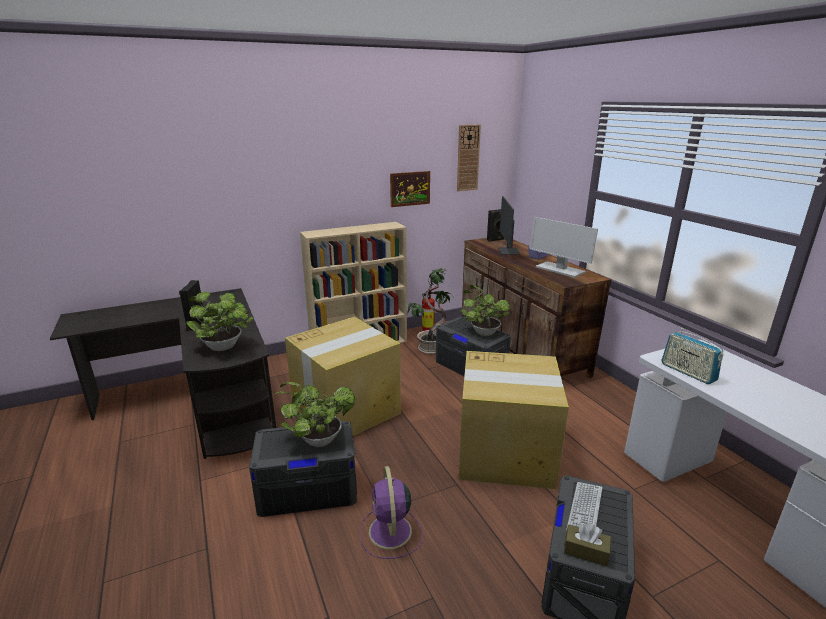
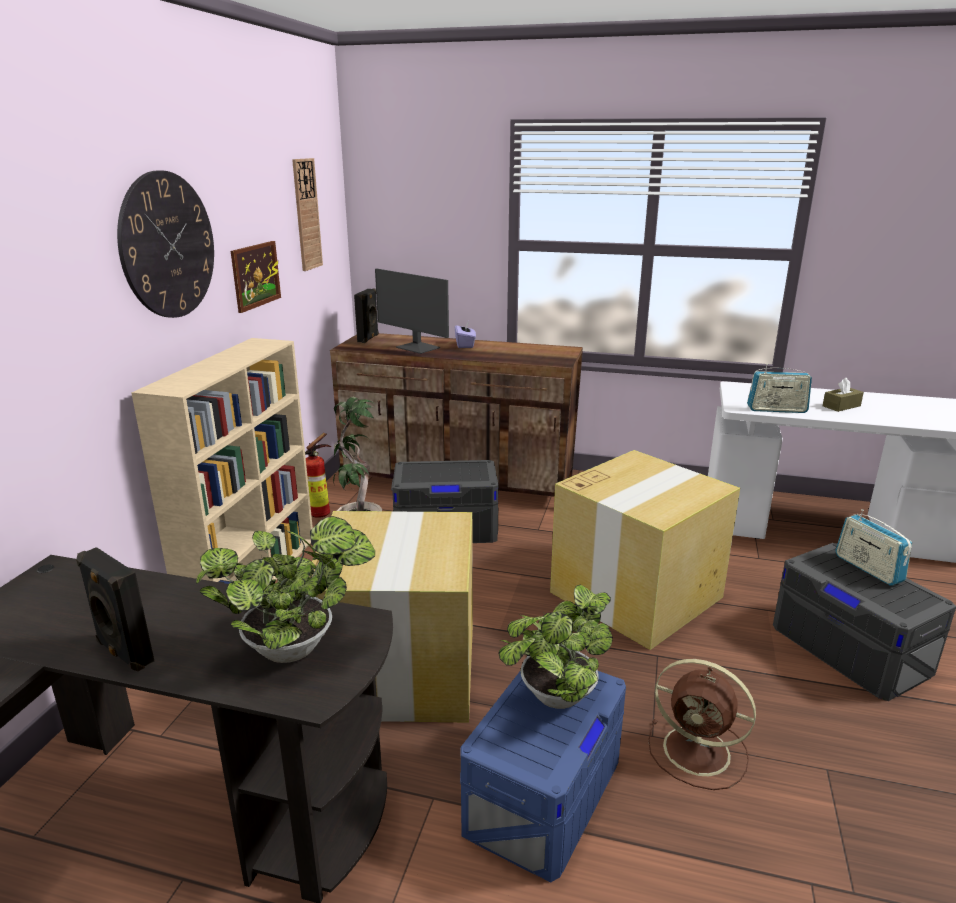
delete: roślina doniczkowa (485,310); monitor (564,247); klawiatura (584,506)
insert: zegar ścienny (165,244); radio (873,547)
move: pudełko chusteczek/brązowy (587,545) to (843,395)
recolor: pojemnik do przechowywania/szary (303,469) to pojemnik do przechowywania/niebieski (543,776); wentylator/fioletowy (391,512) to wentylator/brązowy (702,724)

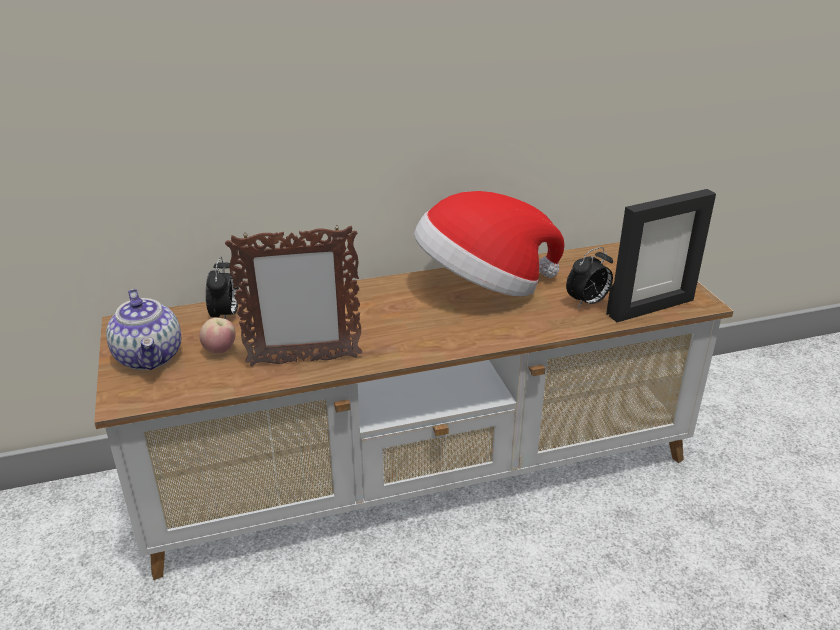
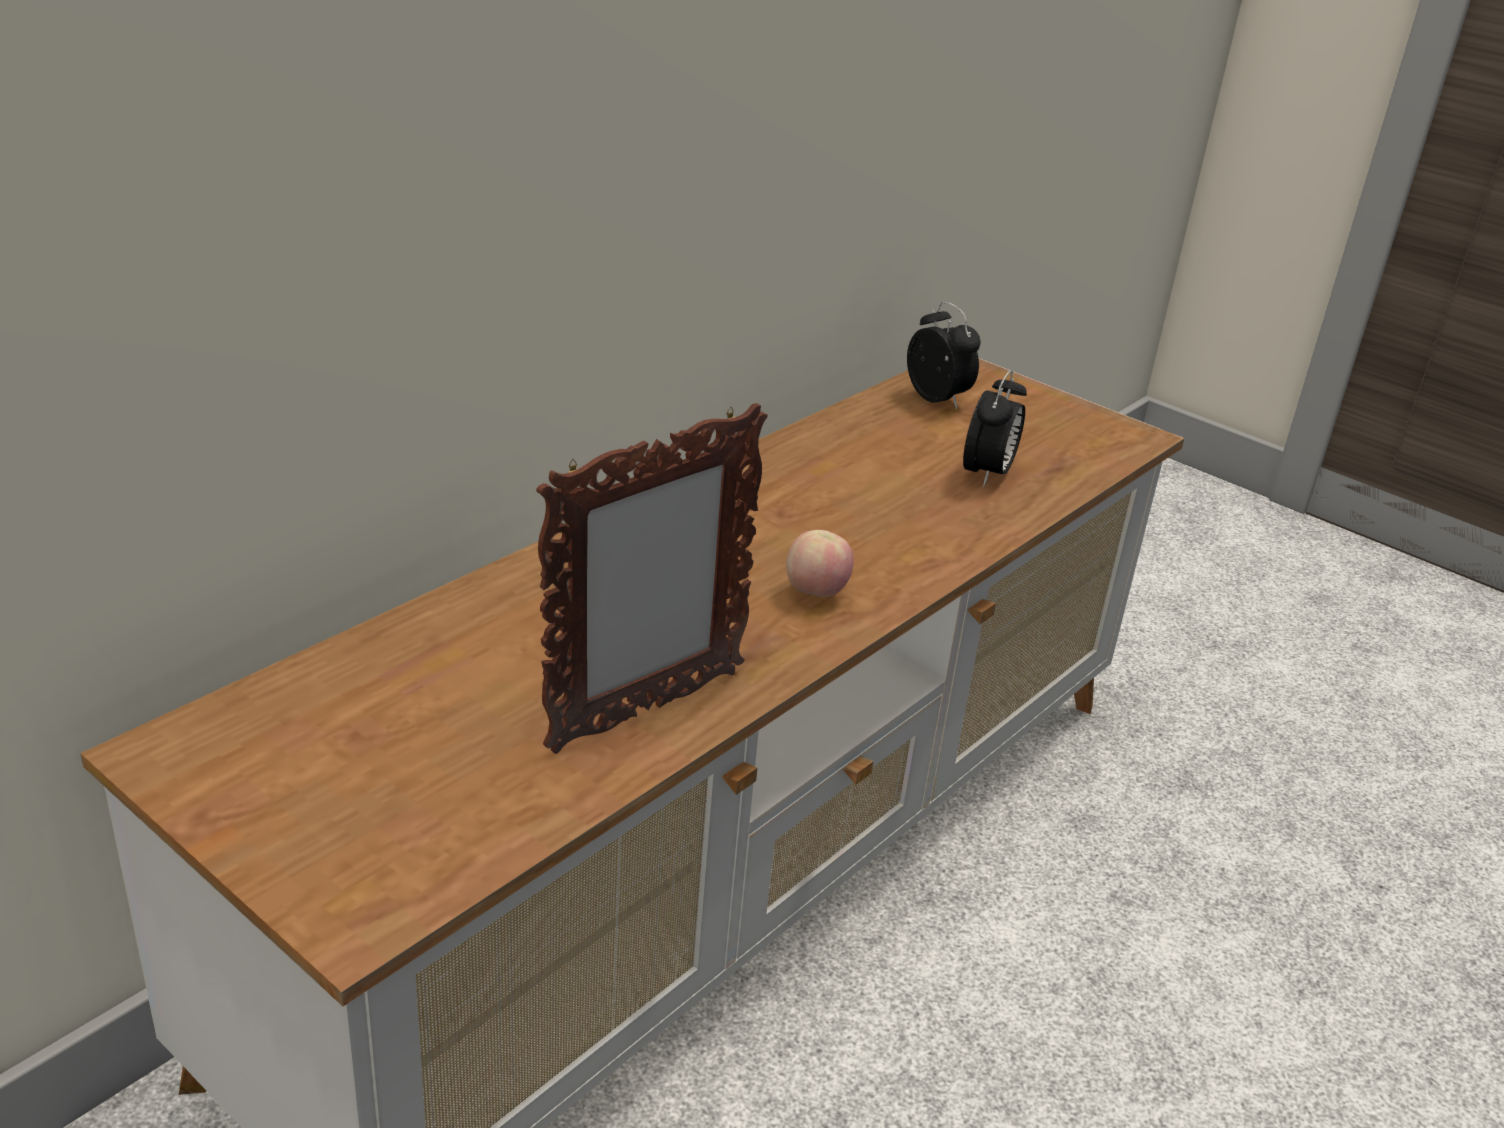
delete: imbryk (143,329); kapelusz (489,244); ramka na zdjęcie (661,255)
move: jabłko (217,335) to (820,563); budzik (222,288) to (944,355)

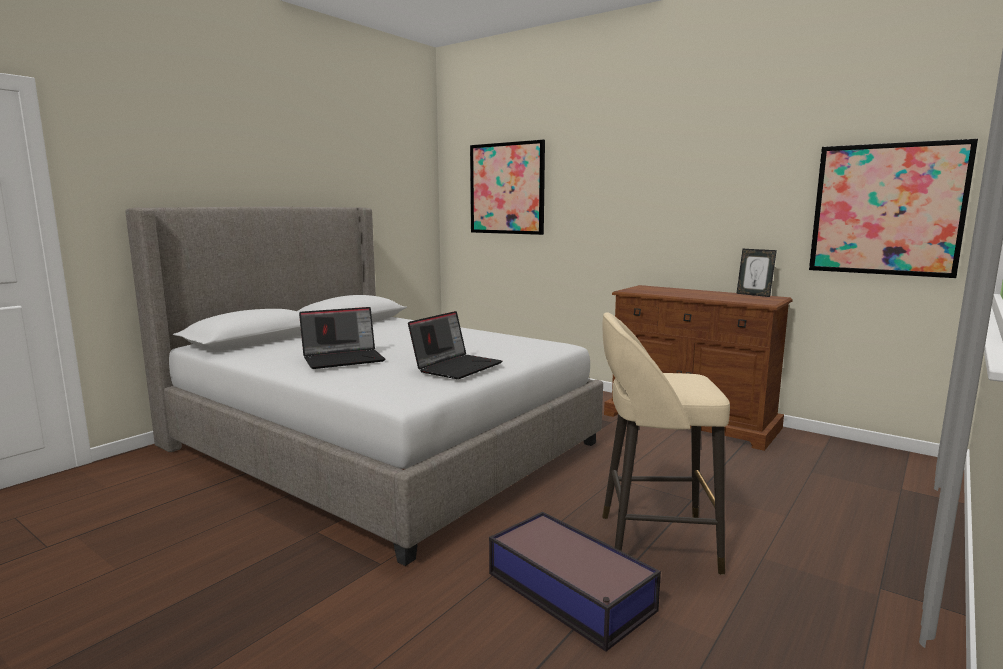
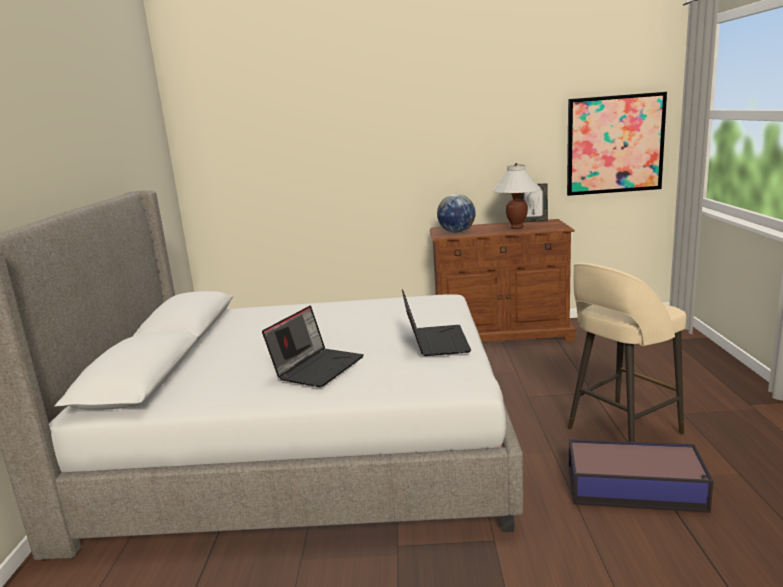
delete: obraz (507,187)
insert: globus (456,213); lampa stołowa/biały (516,196)

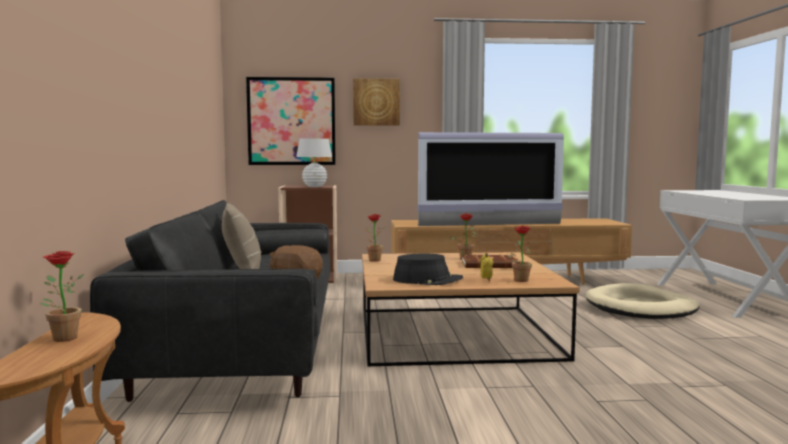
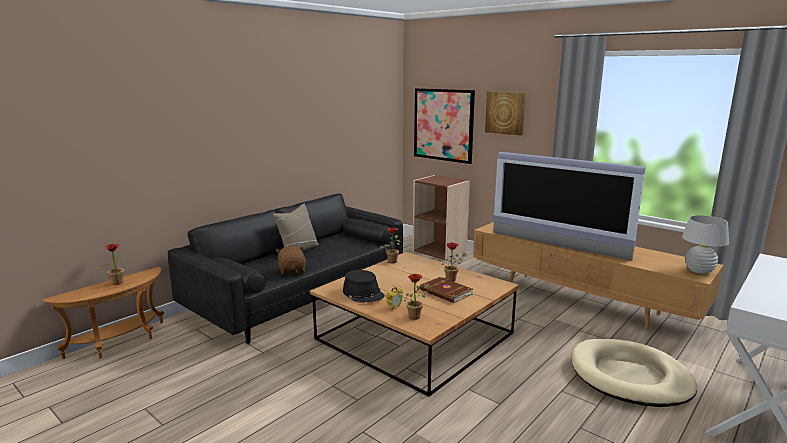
move: lampa stołowa/biały (314,162) to (705,244)

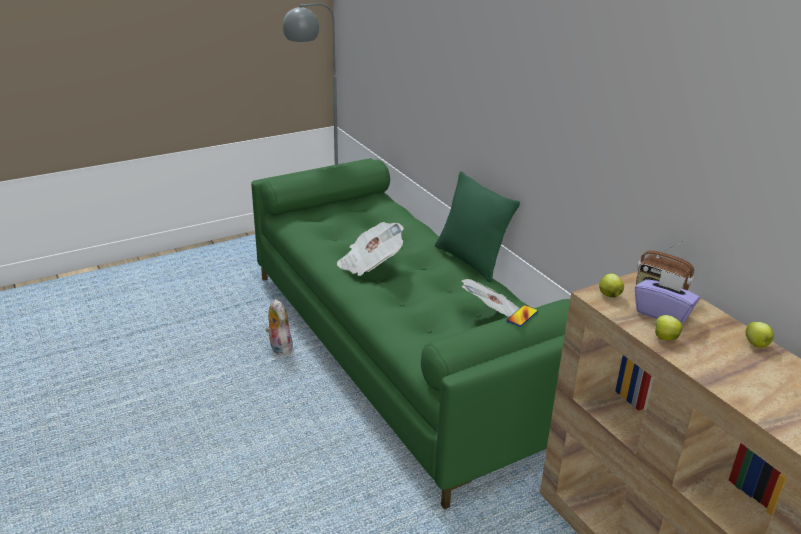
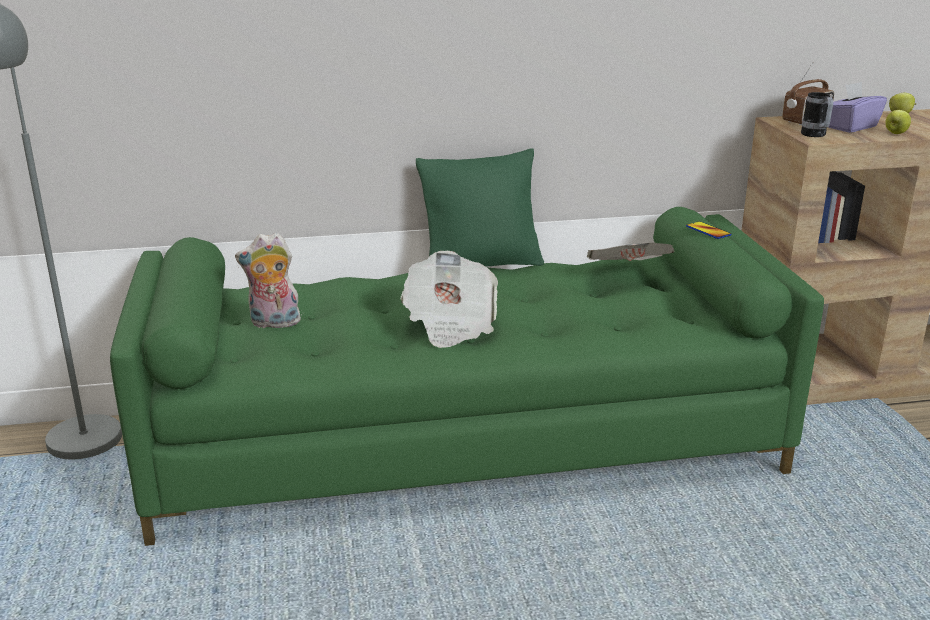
move: pluszak (279,327) to (268,280)
replace: jabłko (611,285) to kubek (817,114)

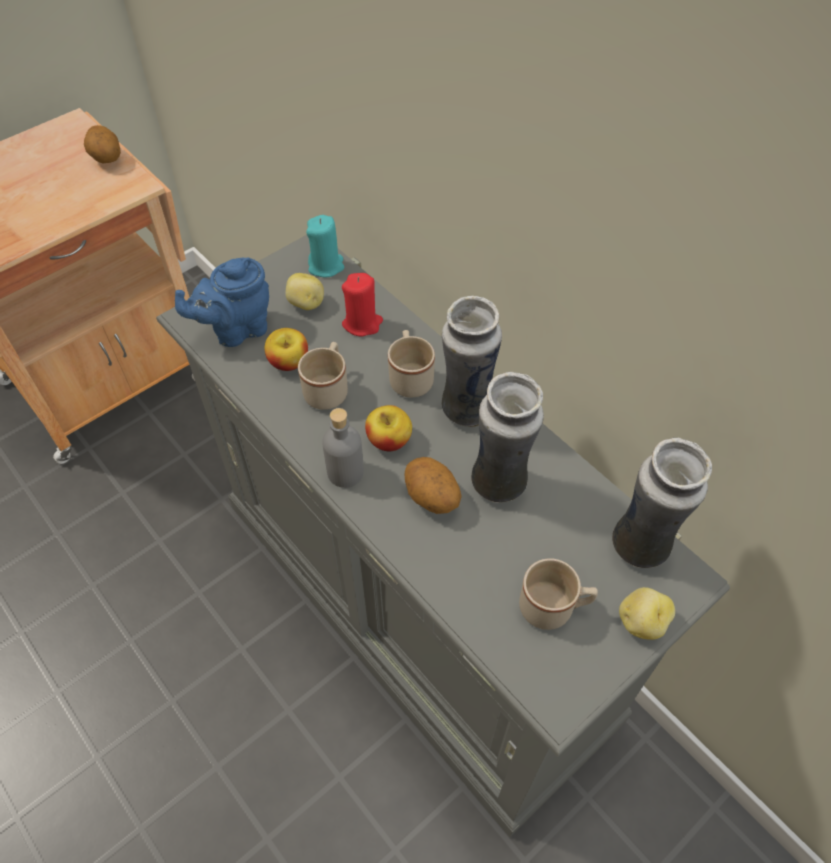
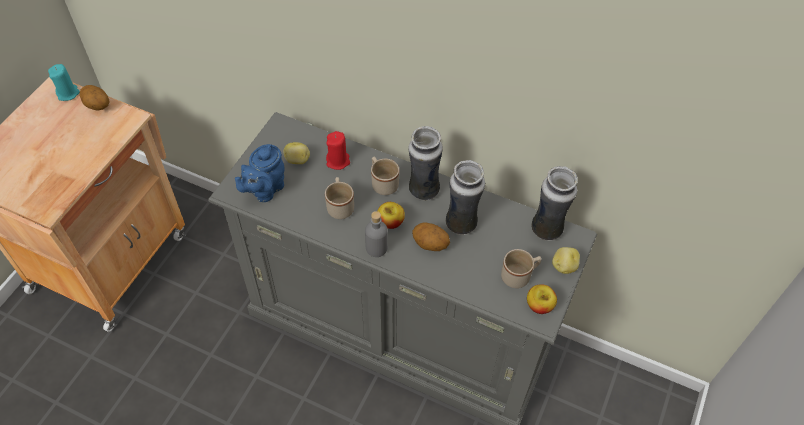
move: jabłko (286,349) to (542,299); świeca/turkusowy (325,246) to (64,82)

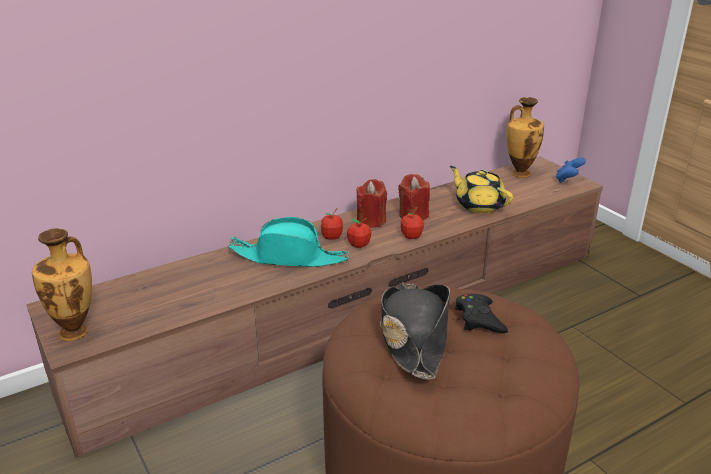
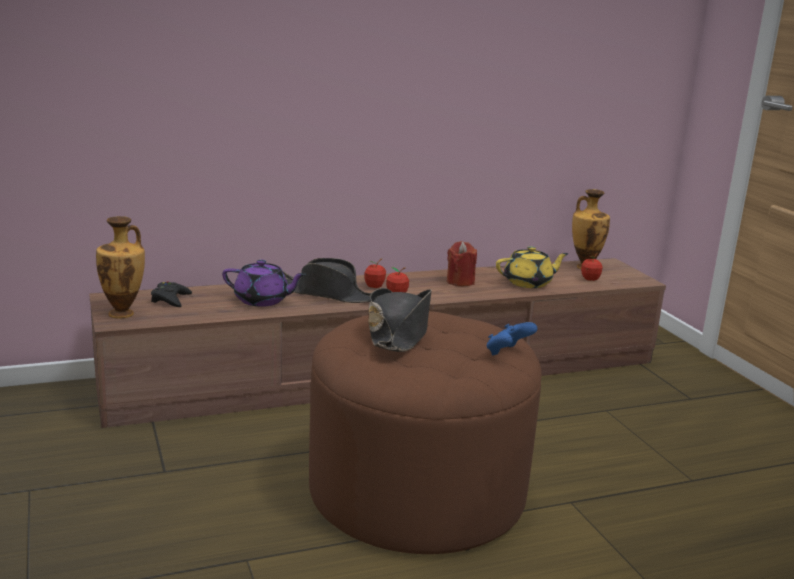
delete: świeca/czerwony (371,203)
insert: imbryk/fioletowy (264,283)
move: jabłko (412,223) to (592,267); pad do gier/czarny (481,313) to (171,294); pad do gier/niebieski (571,170) to (512,338)
recolor: kapelusz/turkusowy (288,242) to kapelusz/czarny (326,280)
rotate: imbryk/żółty (481,189) = (532,267) 105 degrees clockwise

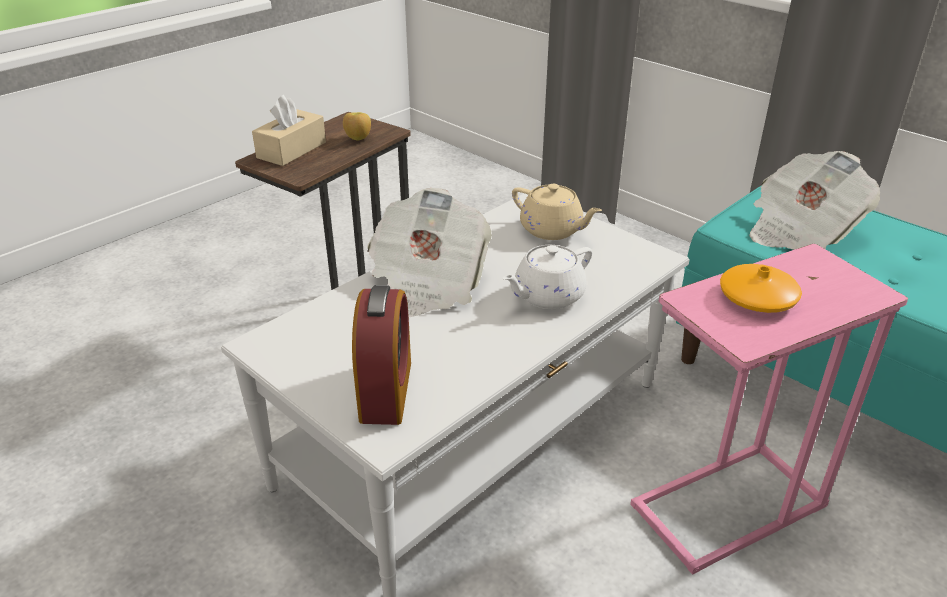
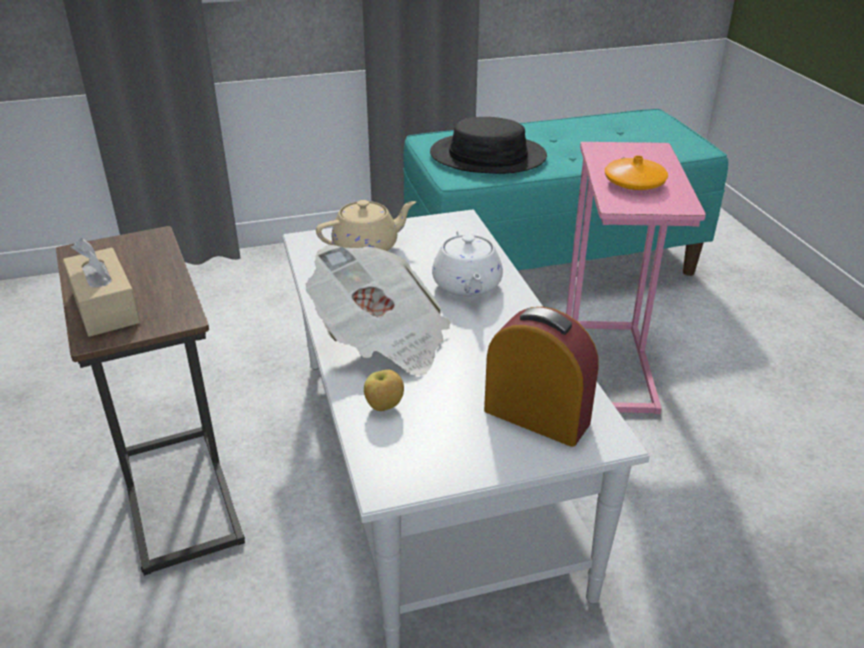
move: jabłko (357,126) to (384,390)
replace: gazeta (814,200) to kapelusz/czarny (488,145)

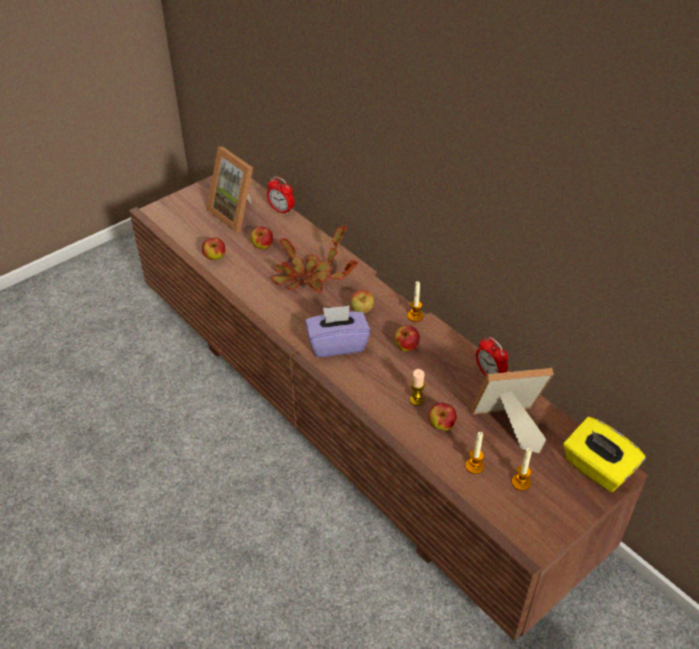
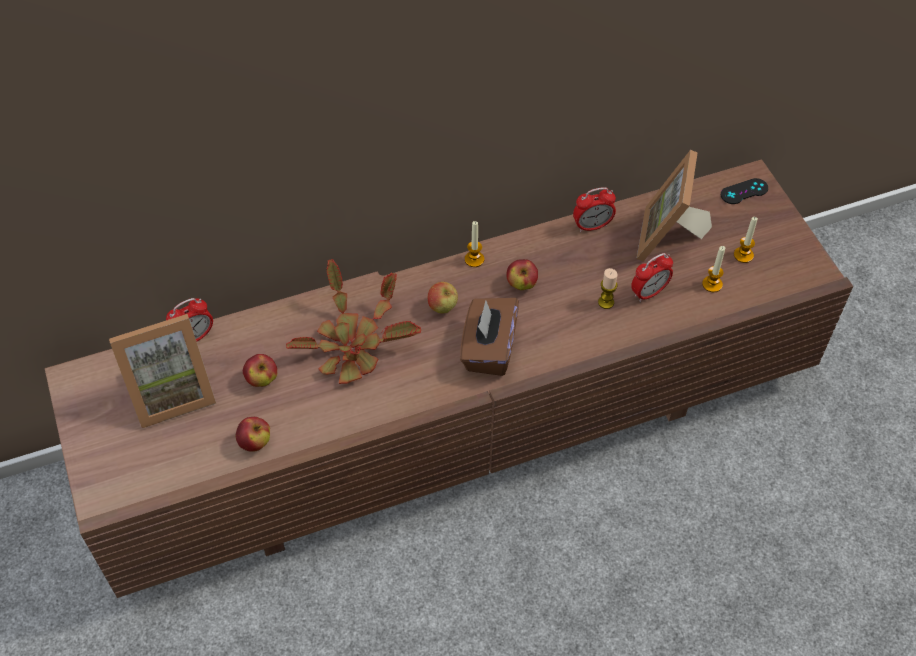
replace: jabłko (442,417) to budzik (652,277); pudełko chusteczek/żółty (604,454) to pad do gier/czarny (744,191)
recolor: pudełko chusteczek/fioletowy (338,331) to pudełko chusteczek/brązowy (489,337)

